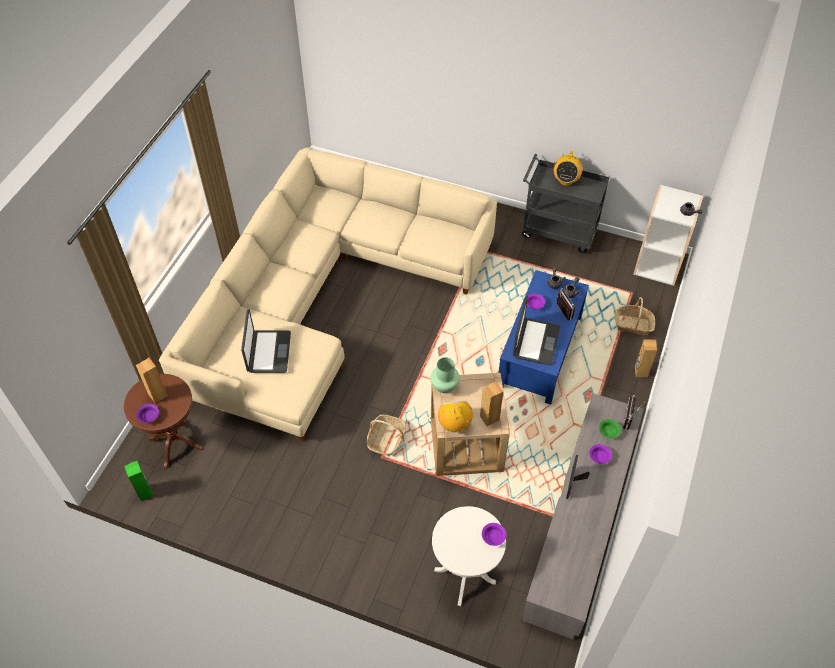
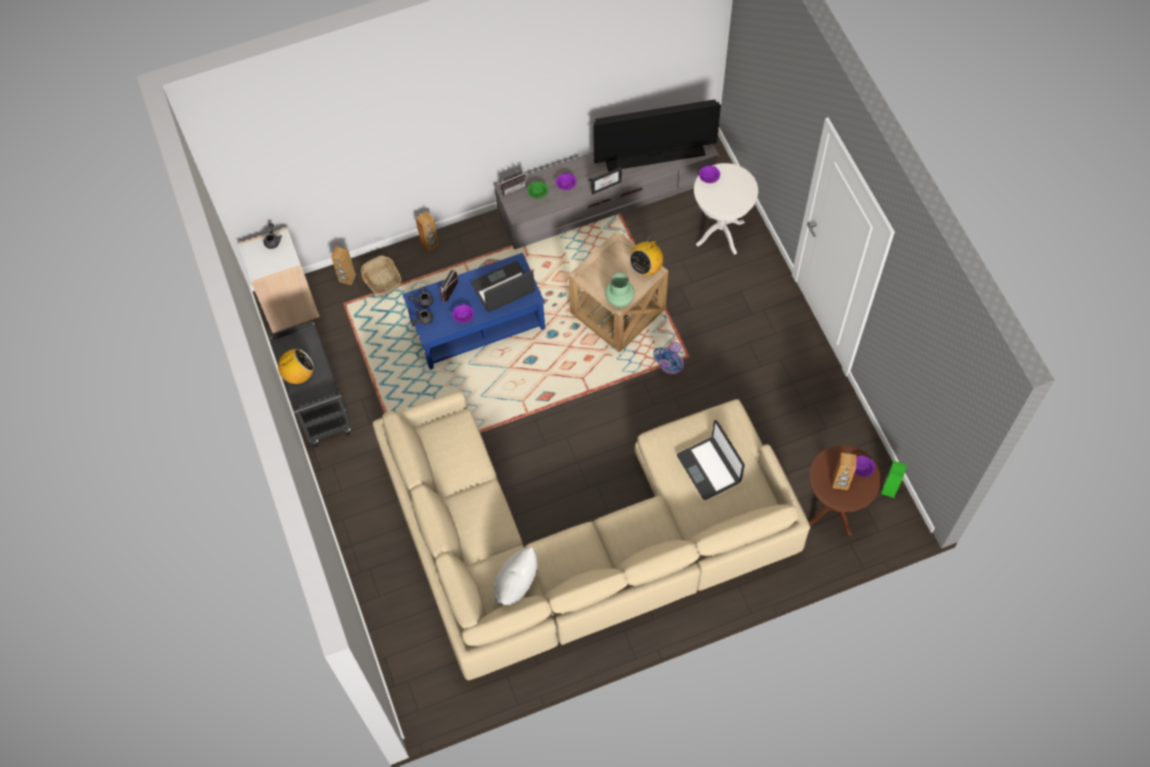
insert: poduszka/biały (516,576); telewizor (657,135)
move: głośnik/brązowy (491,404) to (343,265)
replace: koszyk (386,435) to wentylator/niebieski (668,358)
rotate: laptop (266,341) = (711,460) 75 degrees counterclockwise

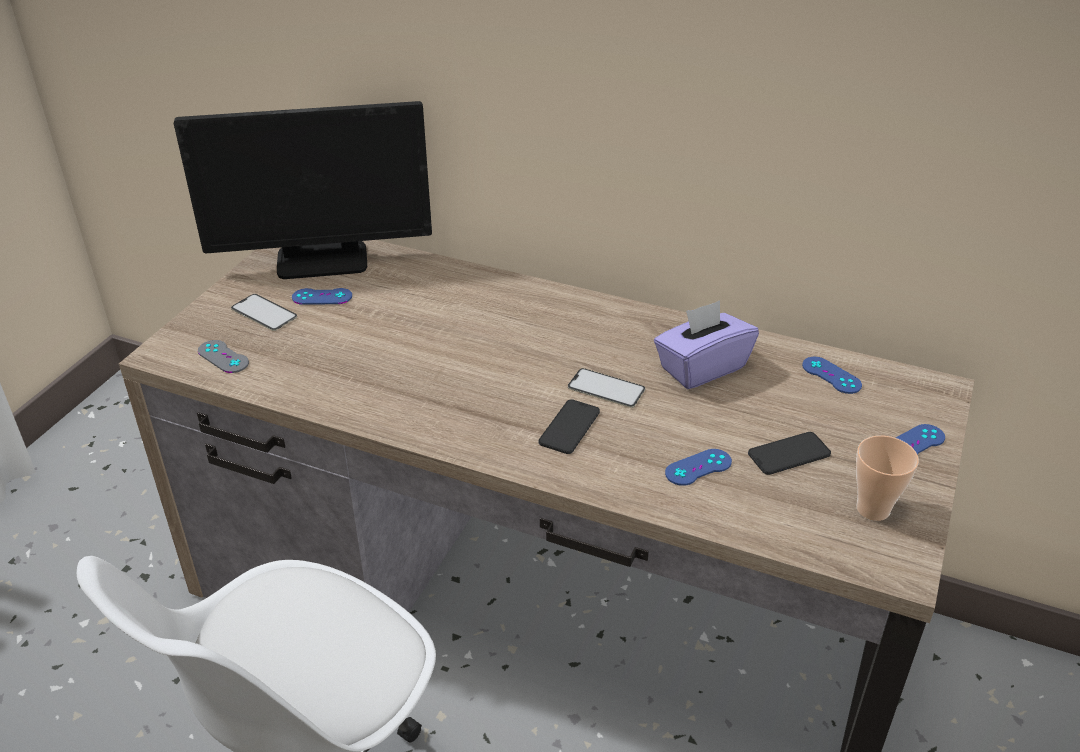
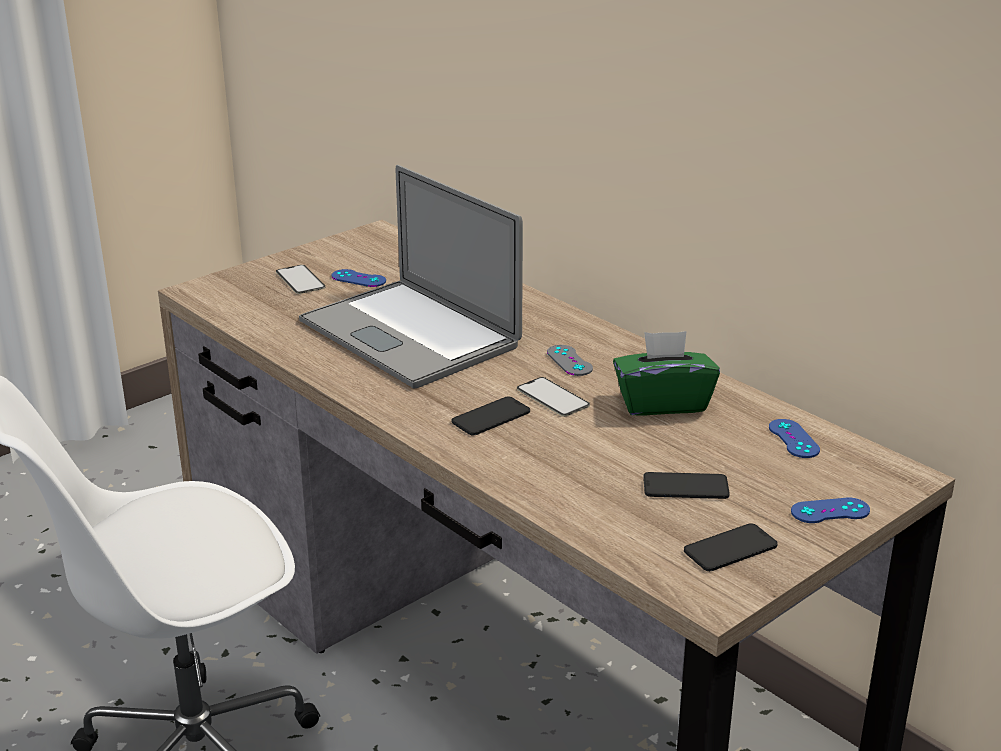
delete: monitor (303,190); pad do gier/niebieski (698,467)
insert: laptop (411,276)
move: pad do gier/szary (223,356) to (570,360)
replace: filiżanka (887,478) to telefon (731,547)
recolor: pudełko chusteczek/fioletowy (706,344) to pudełko chusteczek/zielony (666,373)

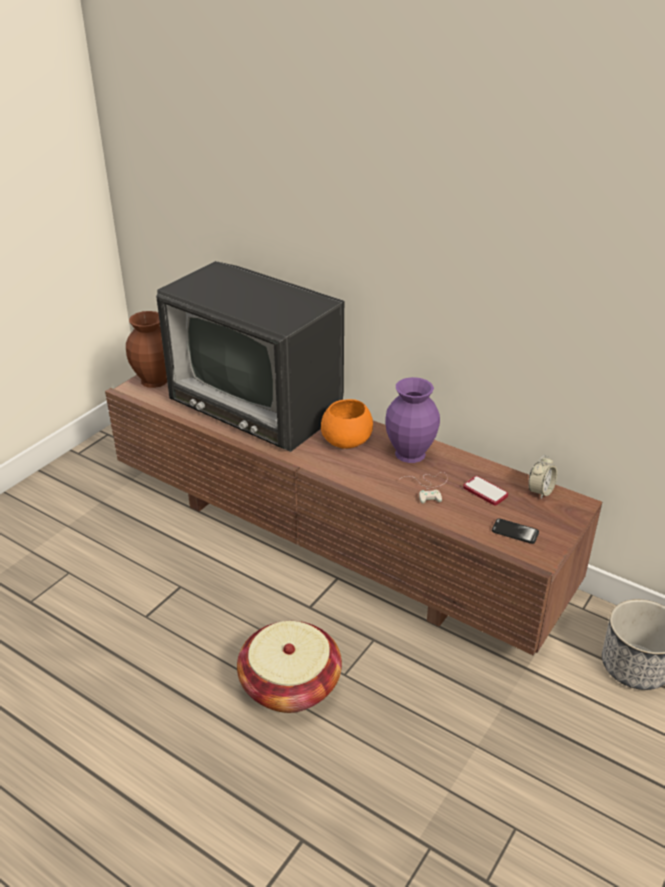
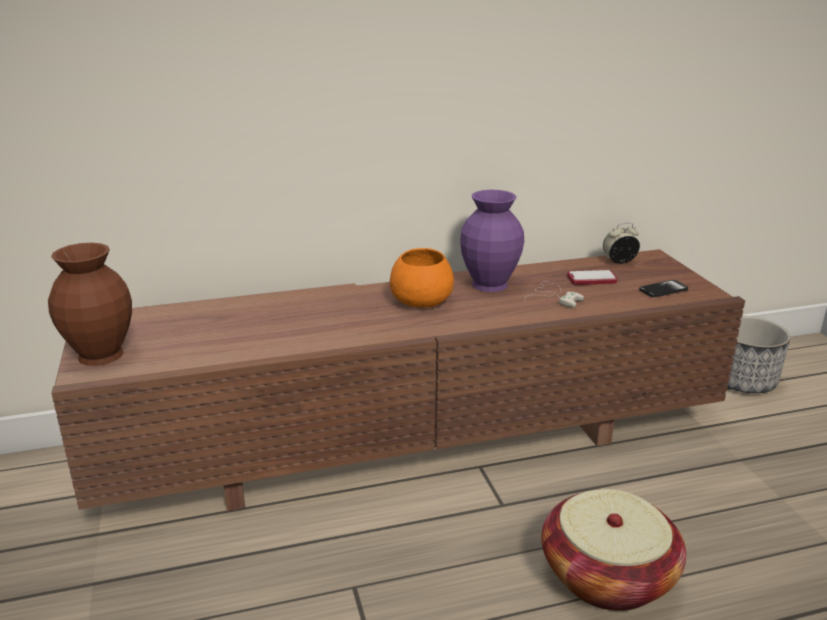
delete: telewizor (250,356)
rotate: budzik (542,477) = (621,243) 90 degrees counterclockwise

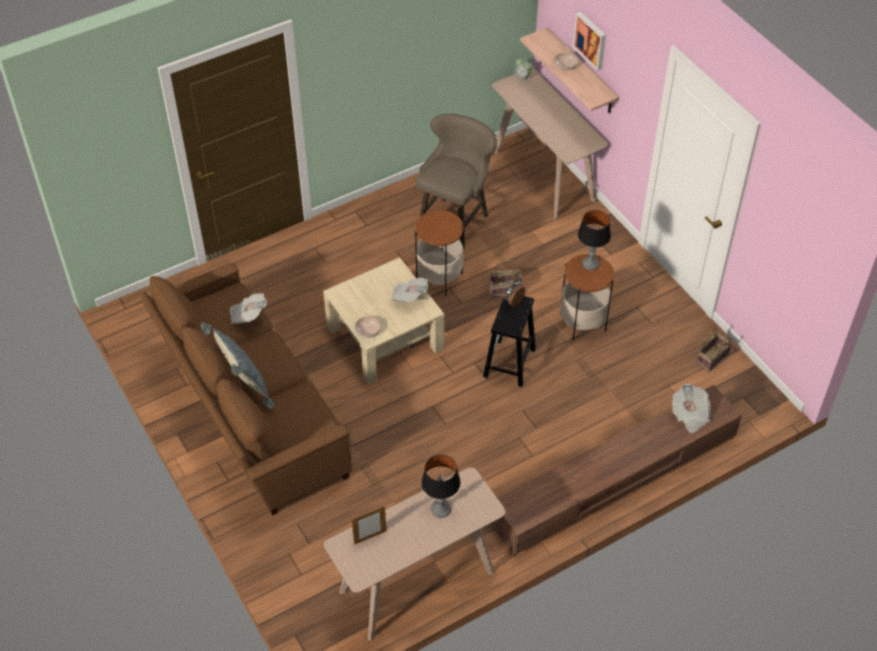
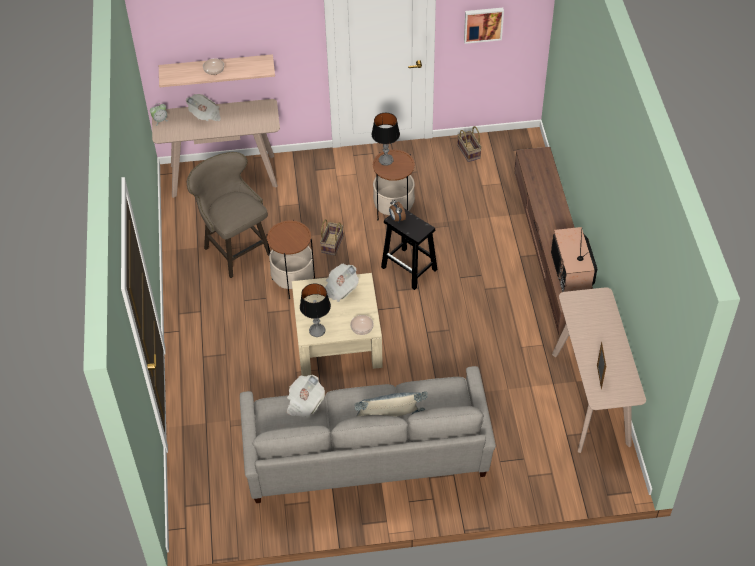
insert: telewizor (574,259)
move: lampa stołowa (440,486) to (315,310); obraz (589,41) to (484,26); gazeta (691,408) to (203,108)
recolor: kanapa/brązowy (246,389) to kanapa/szary (368,434)

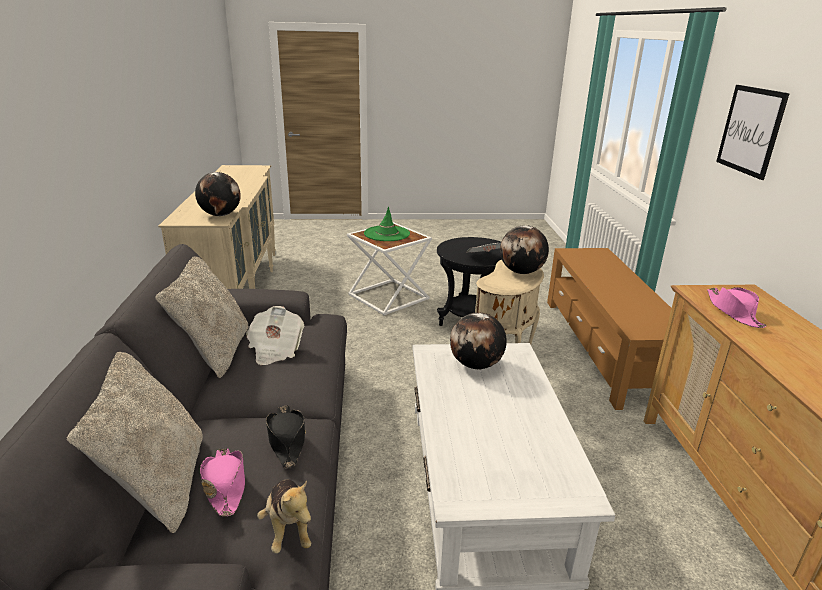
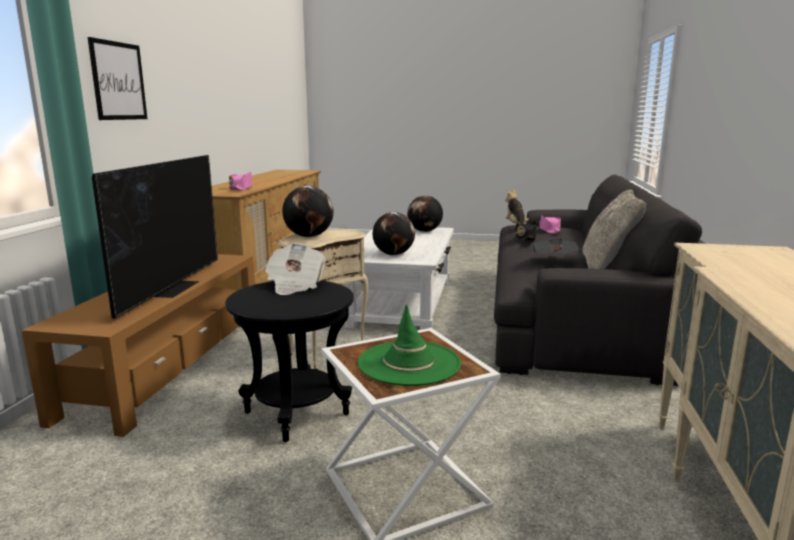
delete: poduszka/beżowy (135,442)
insert: telewizor (155,237)
move: globus (218,194) to (425,214)

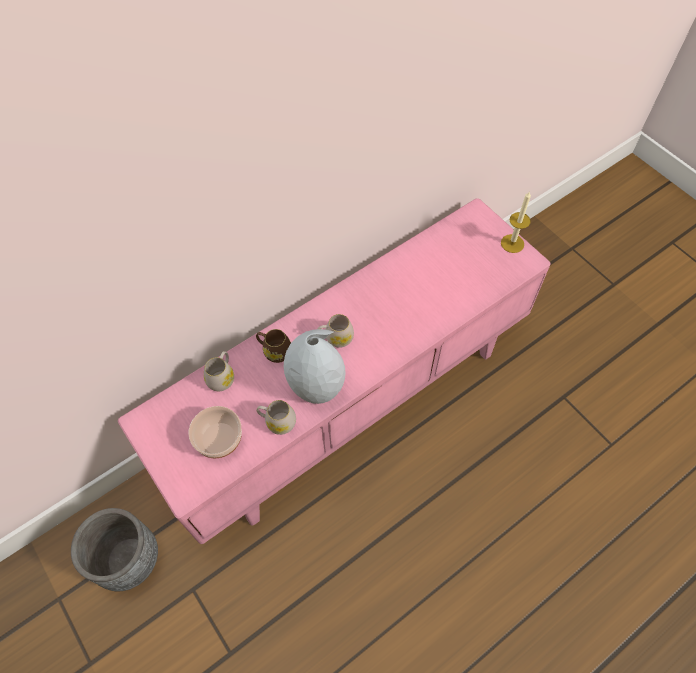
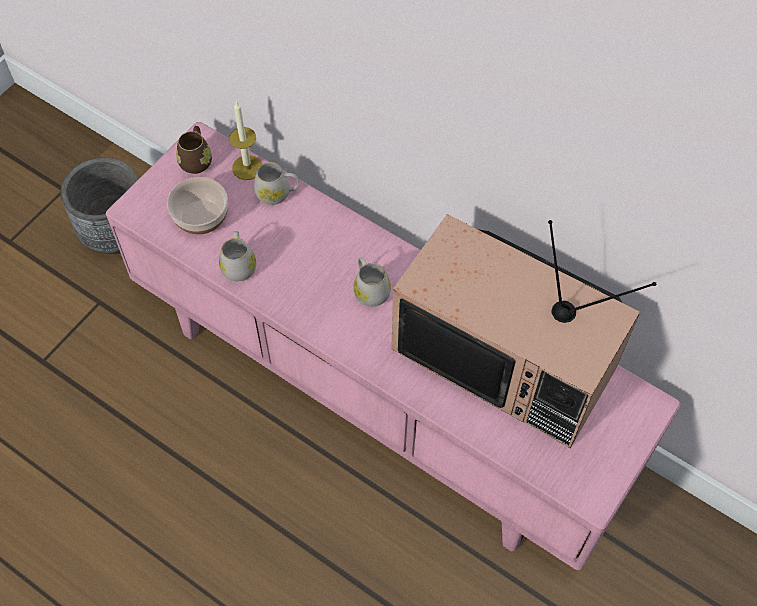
delete: wazon/szary (315,366)
insert: telewizor (523,331)
move: kubek/brązowy (273,346) to (194,150); świeca (516,222) to (245,140)

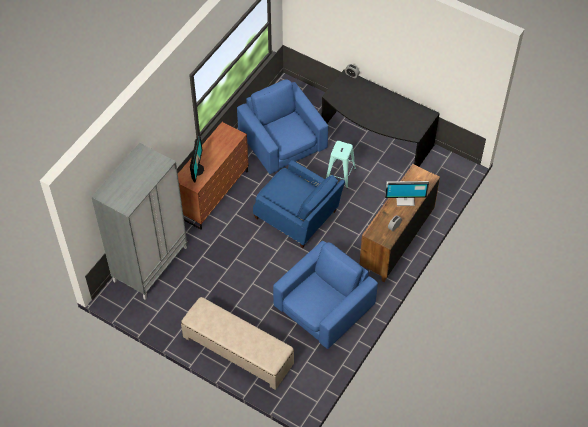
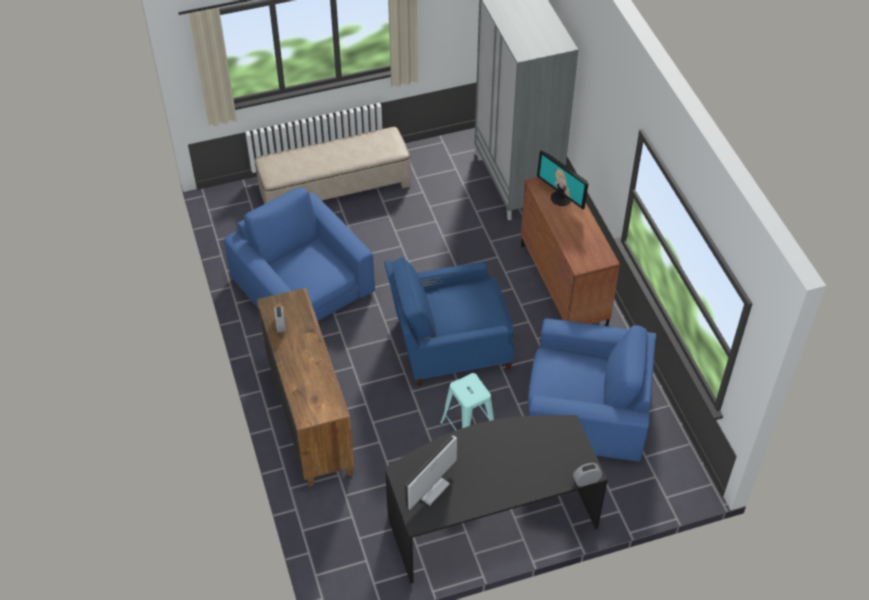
move: monitor (407,193) to (431,472)
rotate: fotel/niebieski (325,295) = (299,254) 150 degrees clockwise

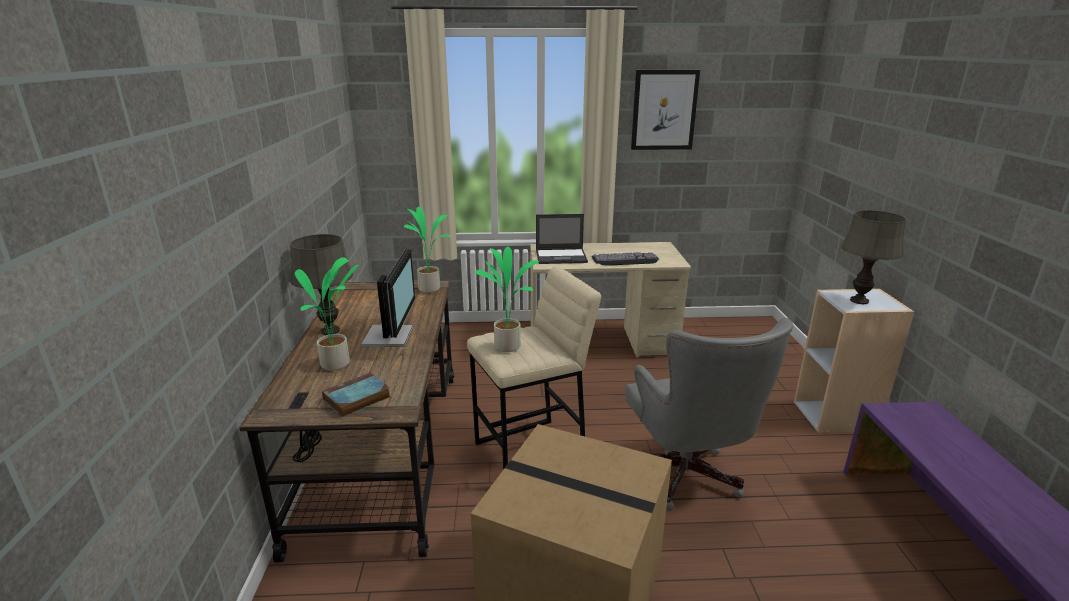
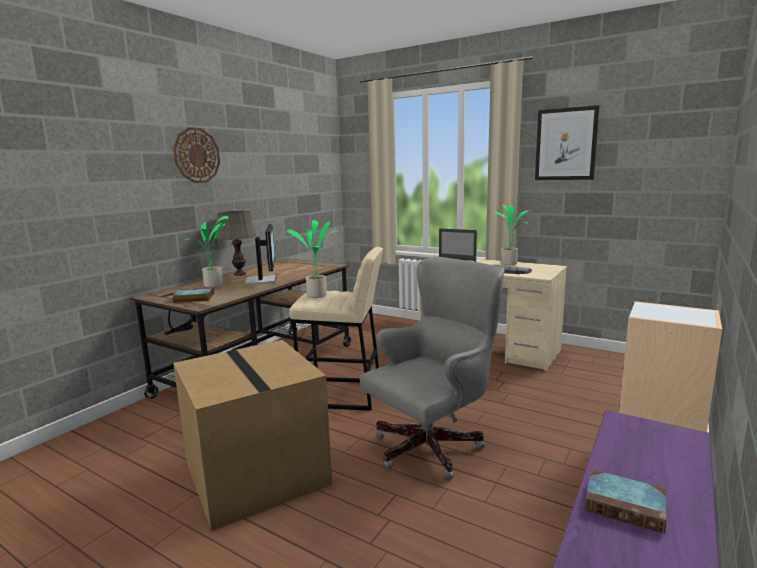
delete: lampa stołowa/szary (873,257)
insert: zegar ścienny (196,155); książka (626,501)
move: roślina doniczkowa (427,250) to (511,234)
rotate: monitor (388,298) = (260,254) 45 degrees counterclockwise; krzesło biurowe/szary (709,414) = (432,368) 150 degrees counterclockwise

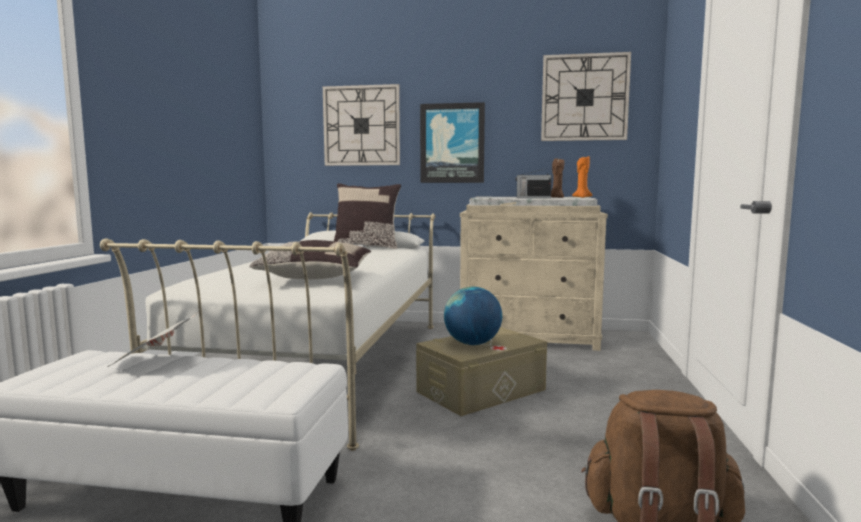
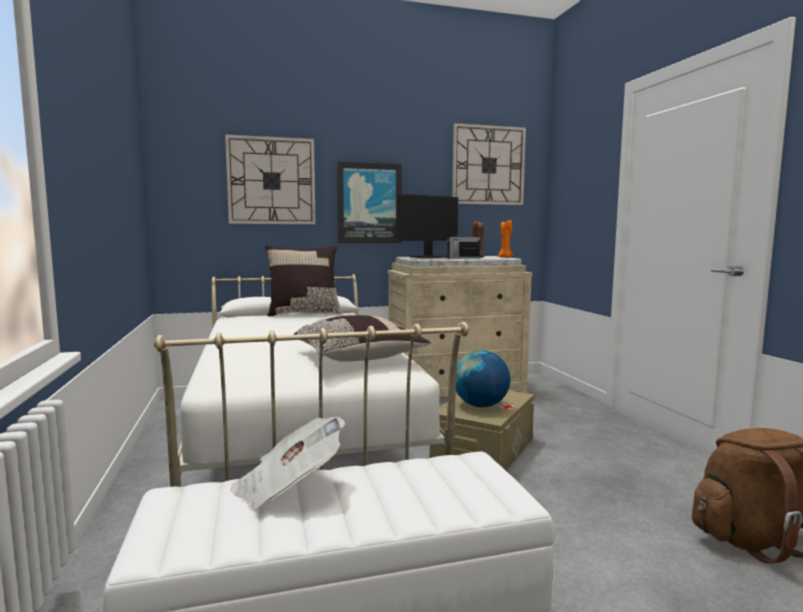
insert: monitor (428,226)

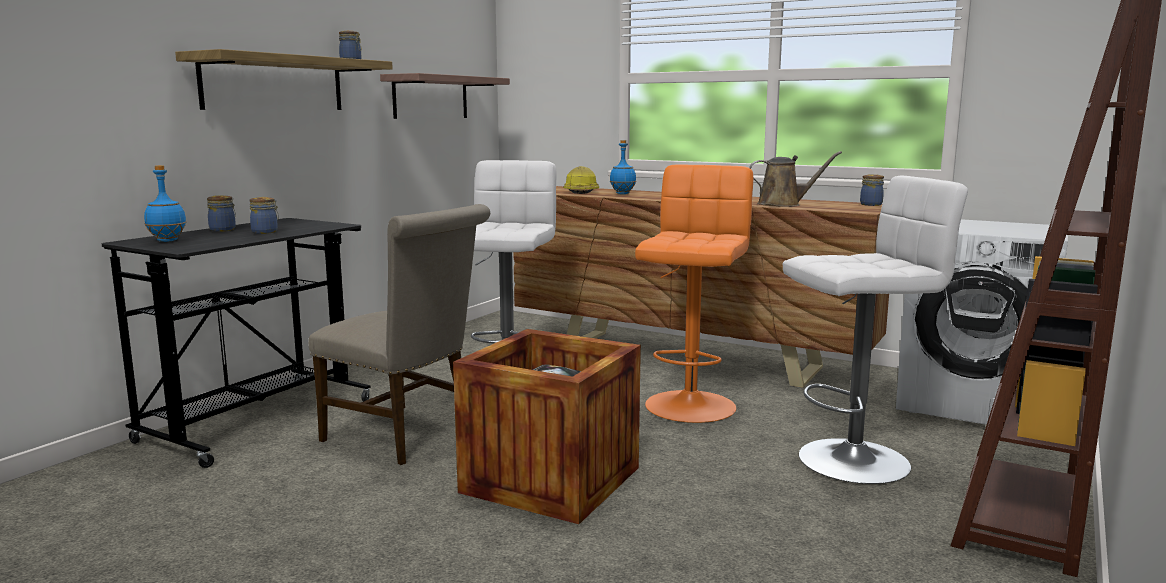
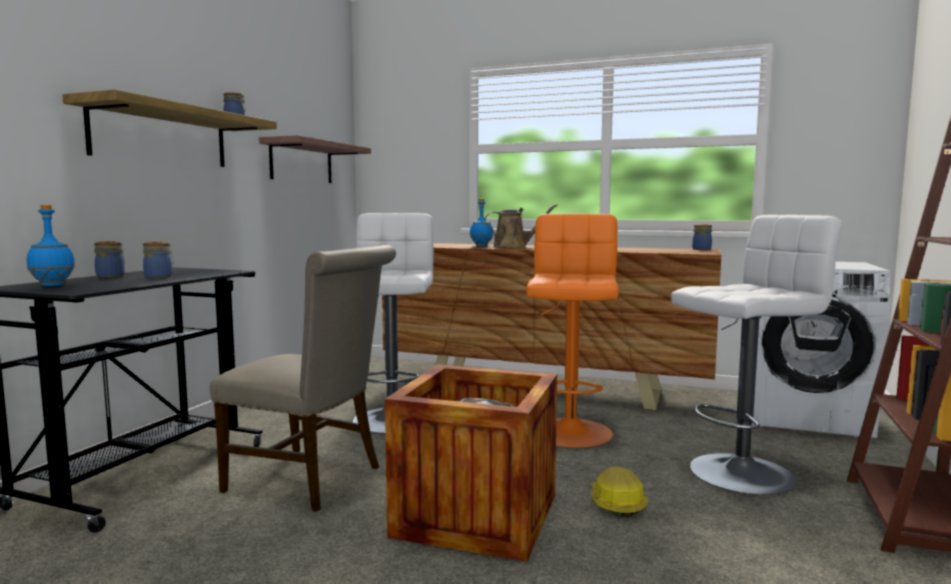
move: kask (581,180) to (619,491); konewka/brązowy (795,179) to (521,226)

